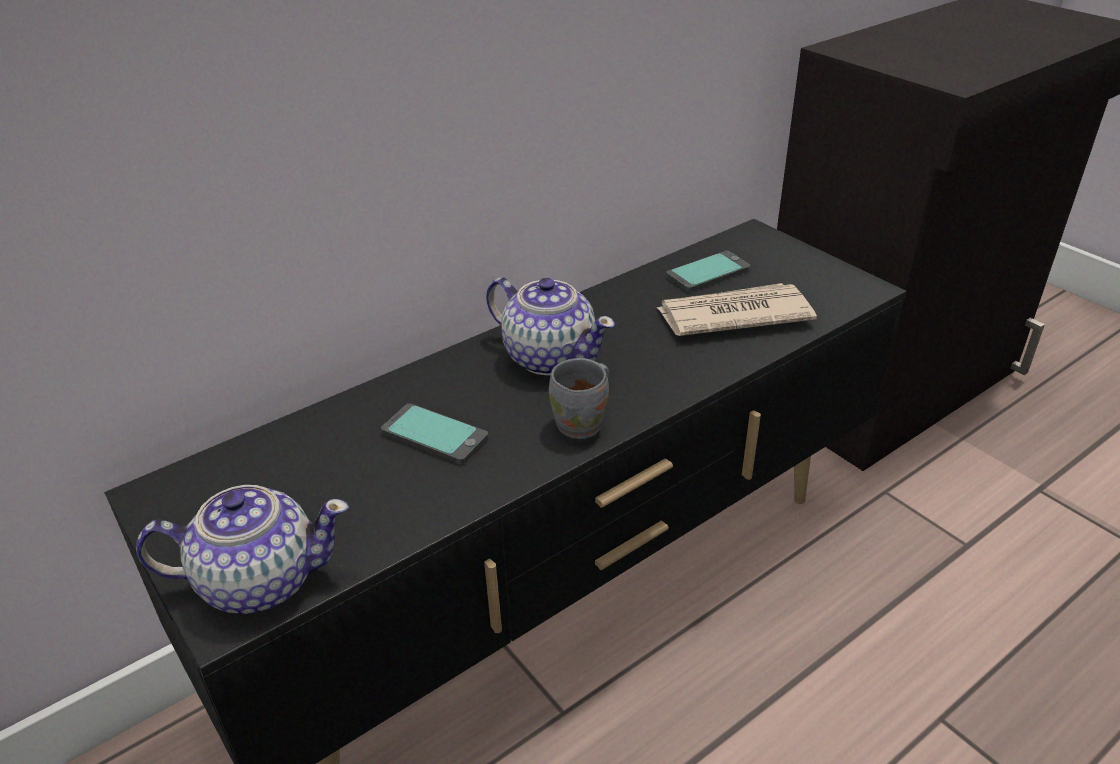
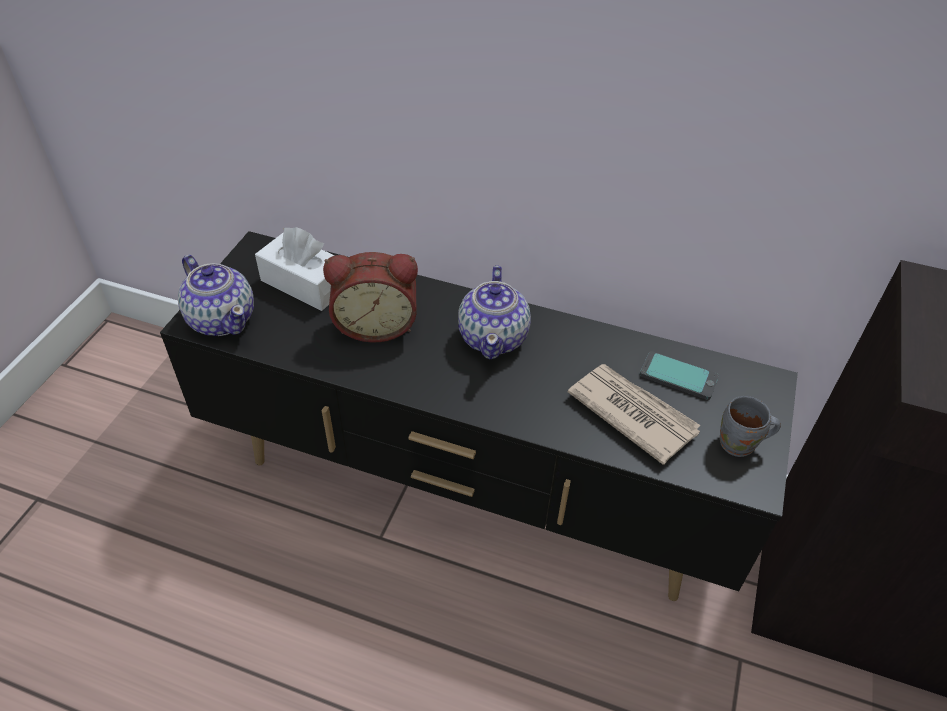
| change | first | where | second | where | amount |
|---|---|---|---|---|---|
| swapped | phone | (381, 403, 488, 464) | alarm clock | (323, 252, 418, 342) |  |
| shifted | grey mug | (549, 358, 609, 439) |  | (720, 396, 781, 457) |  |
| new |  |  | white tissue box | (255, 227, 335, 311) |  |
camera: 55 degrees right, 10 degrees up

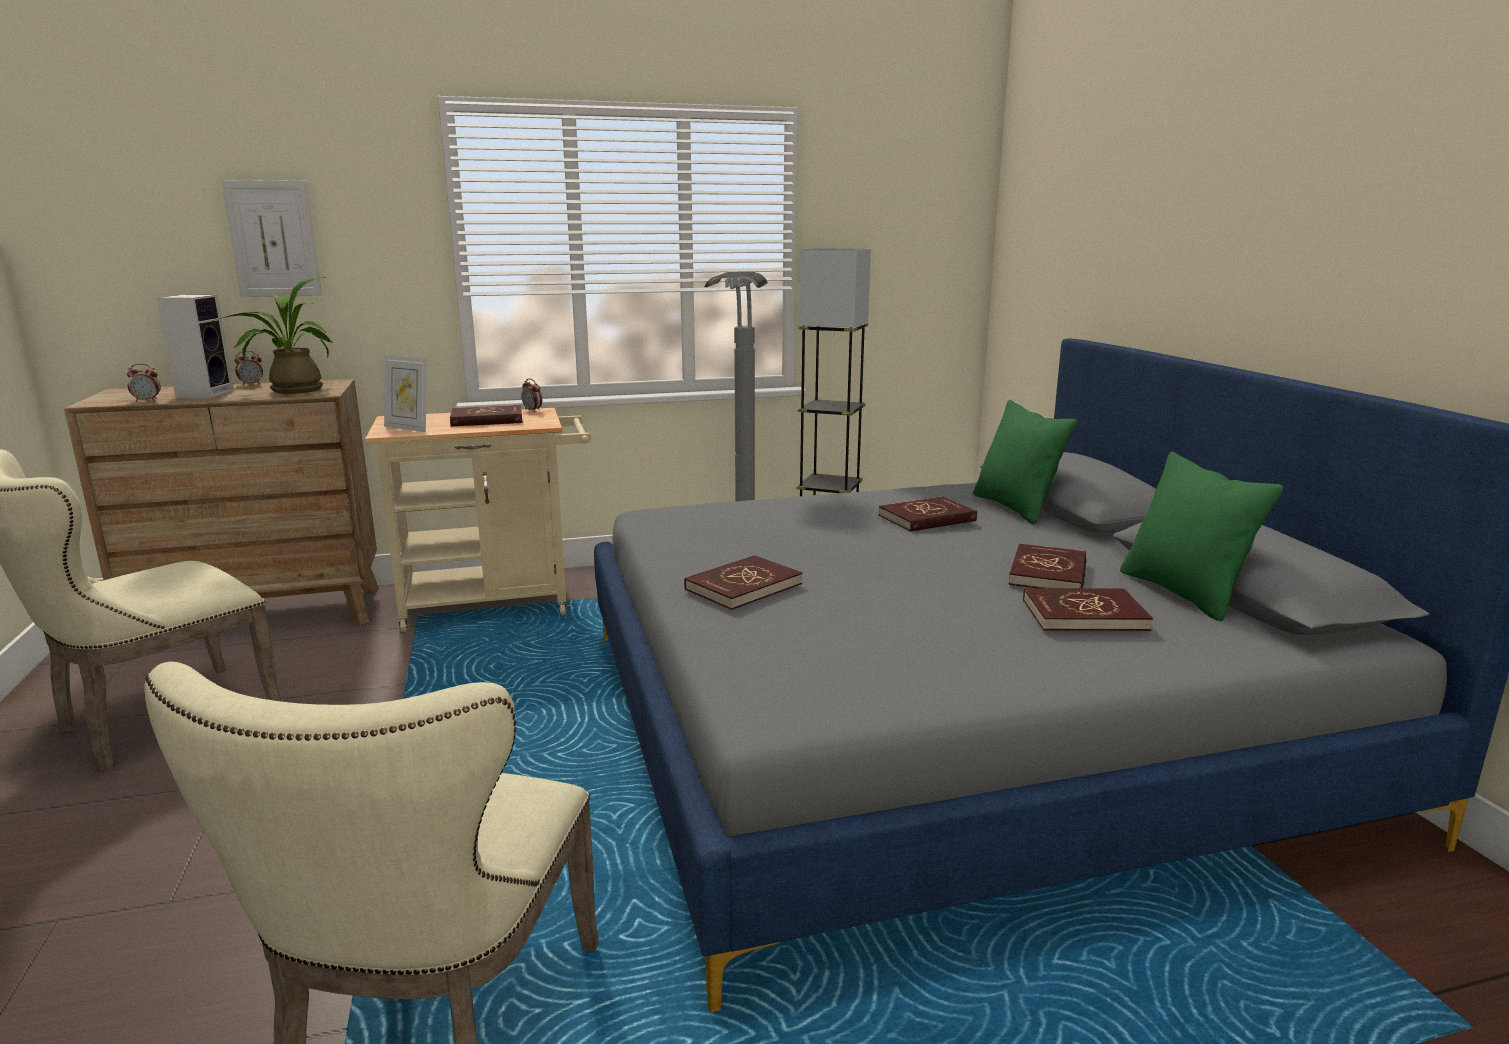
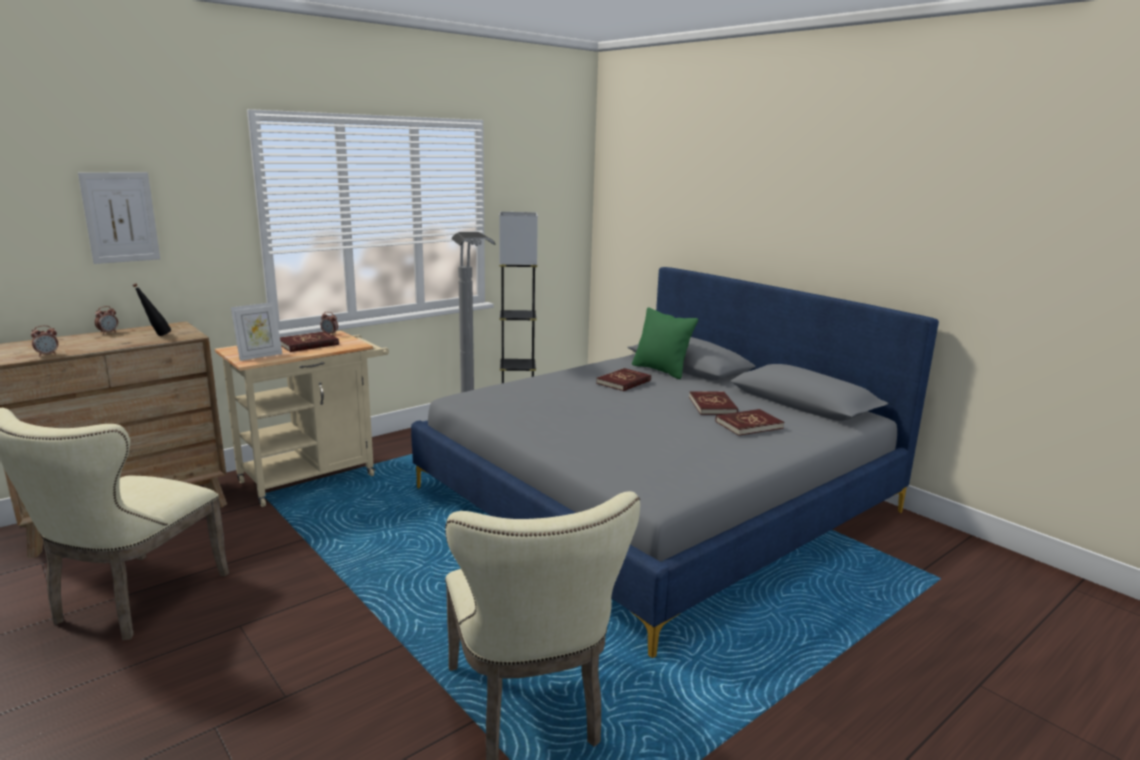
| change | first | where | second | where | amount |
|---|---|---|---|---|---|
| gone | speaker | (157, 295, 234, 398) |  |  |  |
| swapped | potted plant | (212, 277, 334, 394) | black bottle | (133, 283, 171, 336) |  |
| rotated | picture frame | (384, 355, 427, 432) |  | (231, 302, 282, 361) | 45 degrees counterclockwise |
| gone | red book | (684, 555, 803, 610) |  |  |  |
| gone | green pillow | (1120, 452, 1283, 621) |  |  |  |
camera: 25 degrees left, 0 degrees up

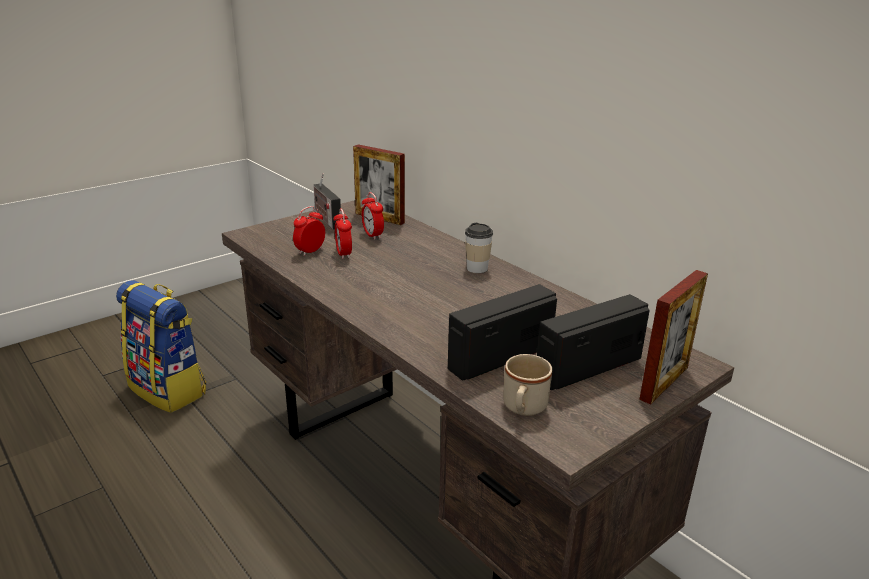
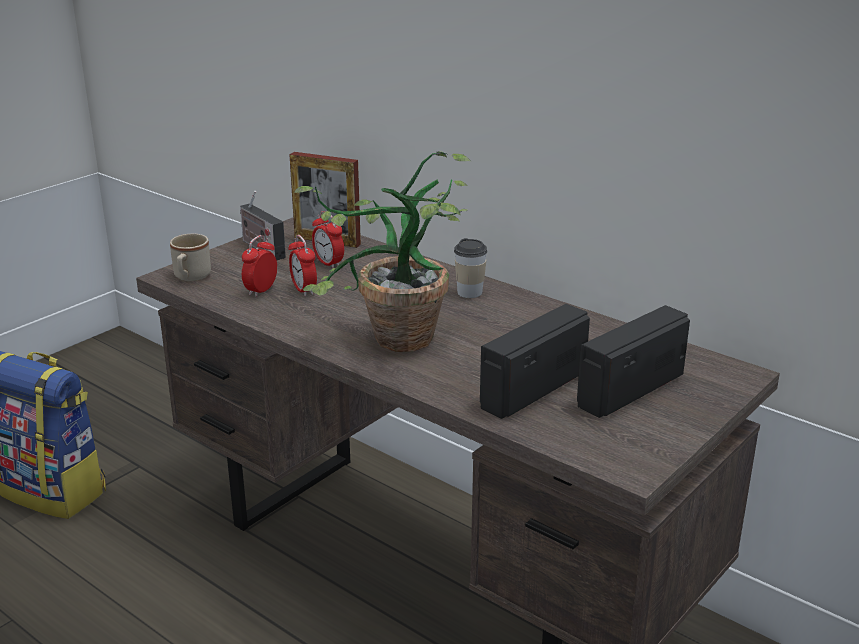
| change | first | where | second | where | amount |
|---|---|---|---|---|---|
| shifted | beige mug | (503, 354, 552, 416) |  | (170, 234, 211, 281) |  |
| gone | picture frame | (639, 270, 708, 404) |  |  |  |
| new |  |  | potted plant | (294, 151, 472, 352) |  |
camera: 10 degrees left, 0 degrees up

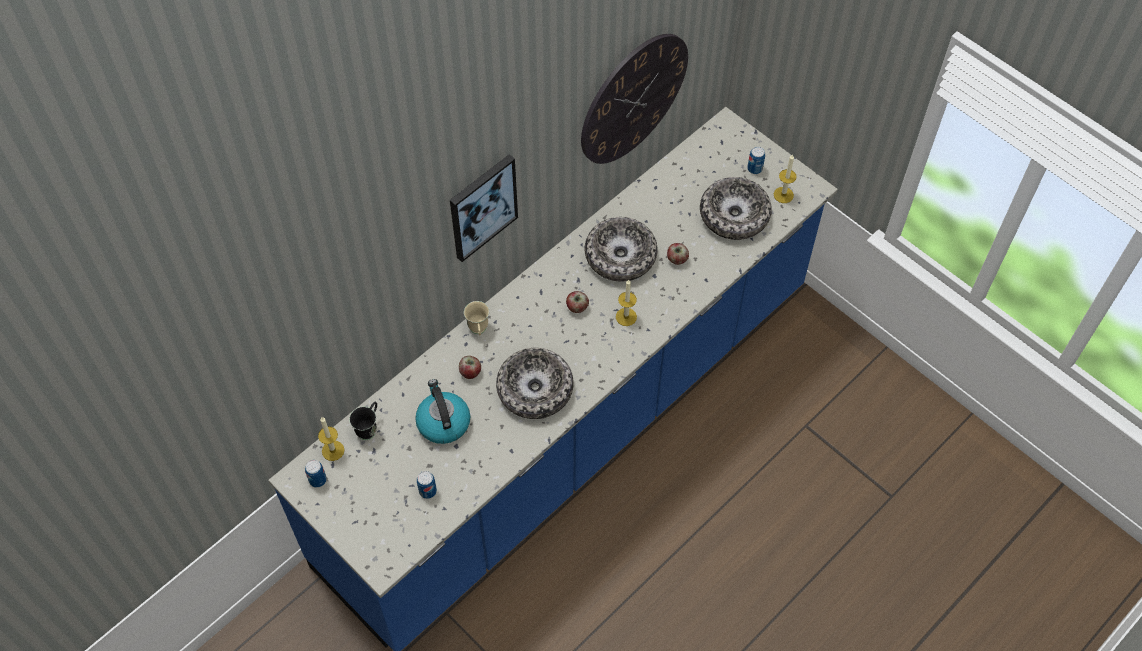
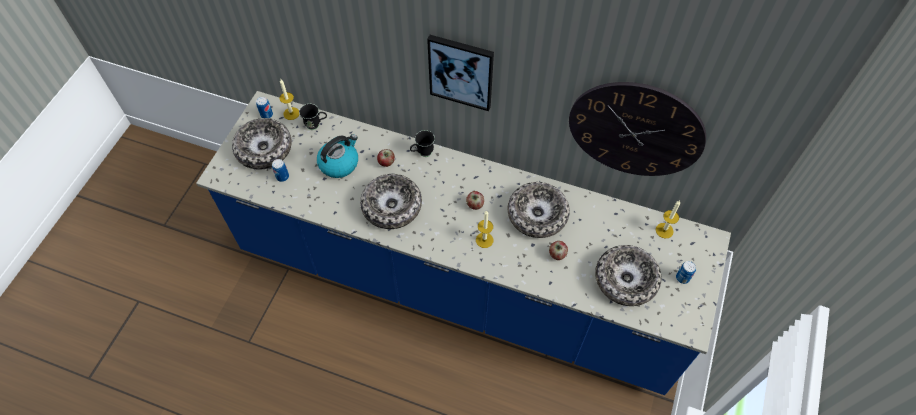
| change | first | where | second | where | amount |
|---|---|---|---|---|---|
| repainted | beige mug | (464, 301, 489, 335) | black mug | (410, 130, 435, 157) |  |
| shifted | candle | (774, 154, 797, 203) |  | (656, 200, 680, 238) |  |
| new |  |  | bowl | (232, 118, 292, 170) |  |
camera: 65 degrees right, 0 degrees up

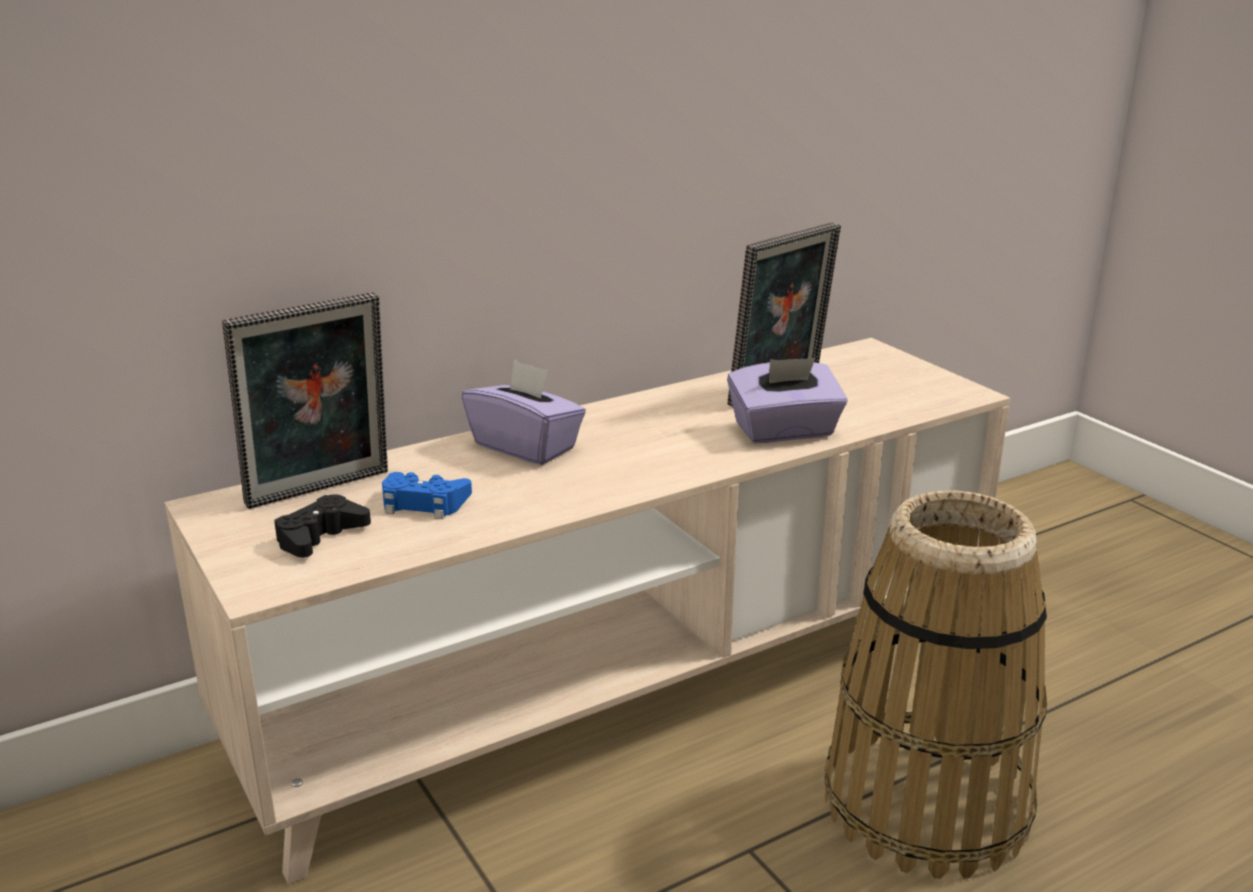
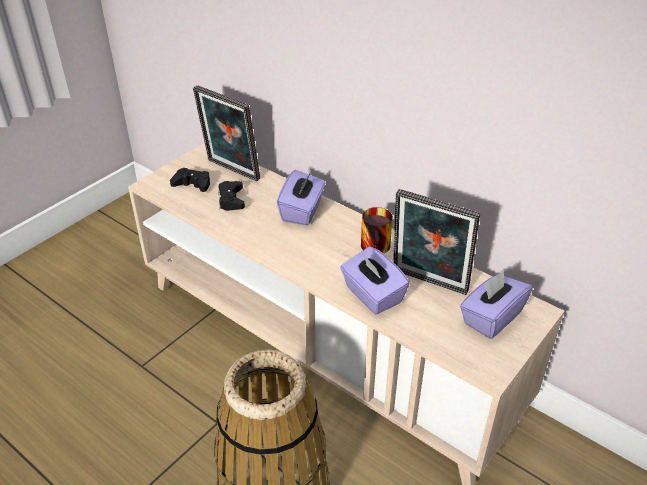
| change | first | where | second | where | amount |
|---|---|---|---|---|---|
| repainted | blue game controller | (382, 472, 472, 519) | black game controller | (218, 181, 245, 211) |  |
| new |  |  | mug | (361, 207, 393, 254) |  |
| new |  |  | purple tissue box | (460, 271, 533, 339) |  |
camera: 70 degrees right, 15 degrees up

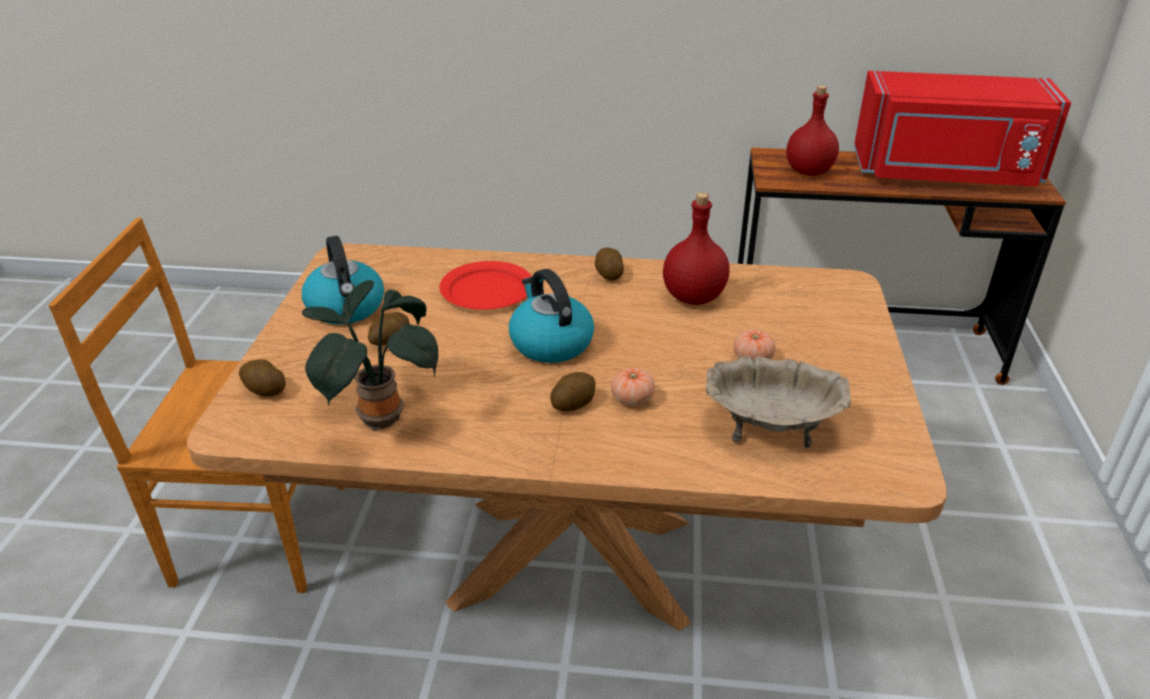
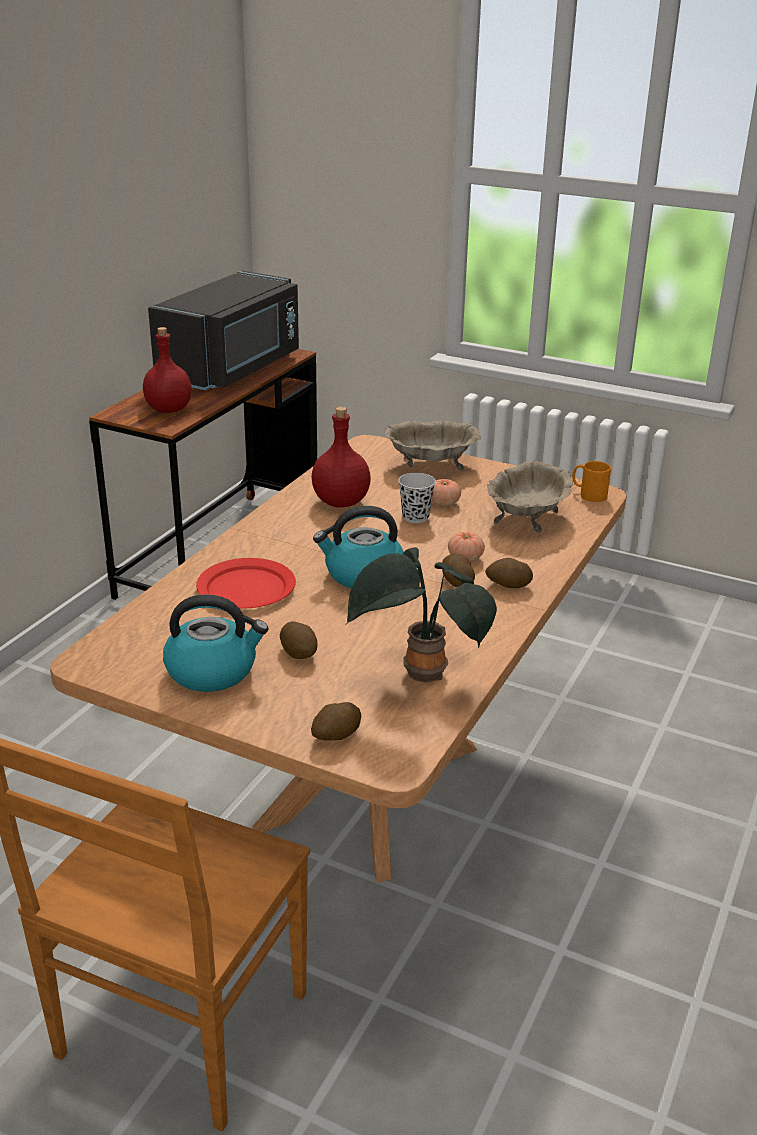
| change | first | where | second | where | amount |
|---|---|---|---|---|---|
| shifted | potato | (595, 247, 624, 281) |  | (485, 558, 533, 588) |  |
| repainted | red microwave | (854, 71, 1071, 187) | black microwave | (148, 271, 299, 390) |  |
| new |  |  | beige bowl | (385, 421, 481, 471) |  |
| new |  |  | black cup | (398, 473, 436, 523) |  |
| new |  |  | orange mug | (572, 461, 611, 502) |  |
camera: 70 degrees left, 5 degrees down

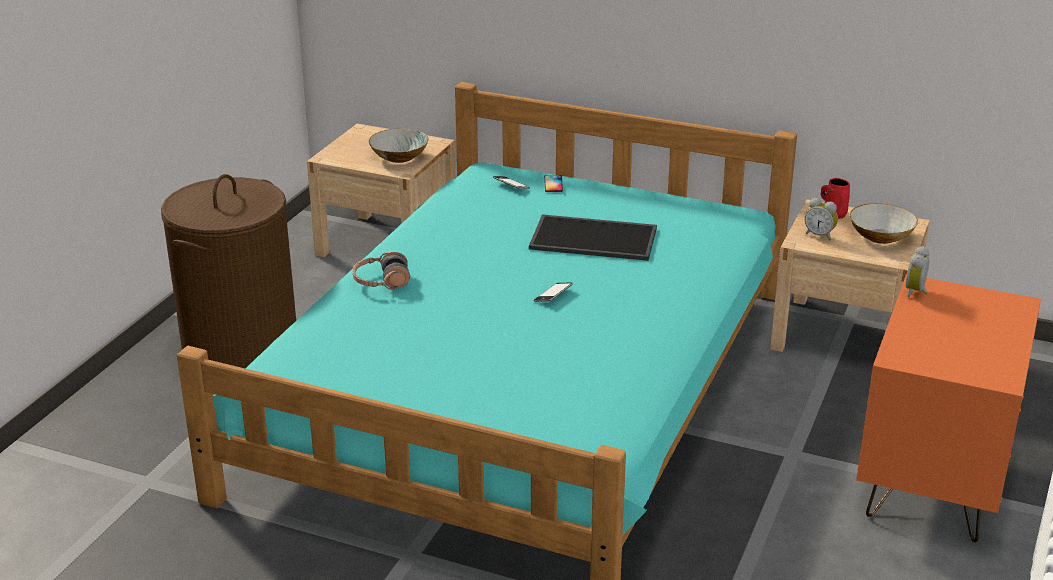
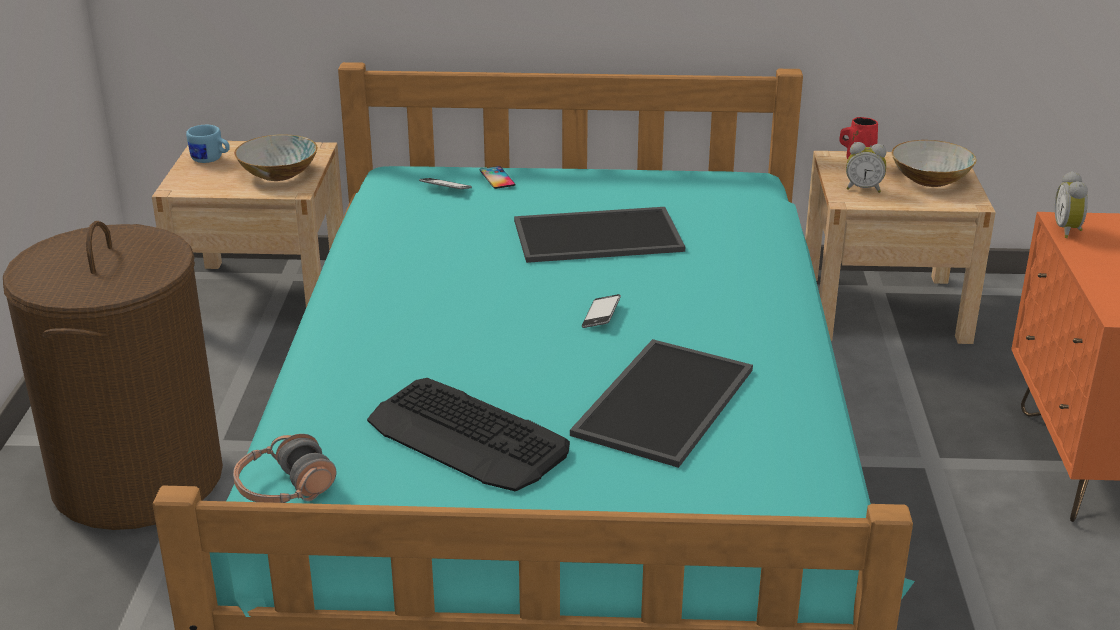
| change | first | where | second | where | amount |
|---|---|---|---|---|---|
| shifted | headphones | (352, 252, 410, 290) |  | (233, 434, 336, 503) |  |
| new |  |  | blue mug | (186, 125, 230, 163) |  |
| new |  |  | keyboard | (367, 378, 570, 492) |  |
| new |  |  | tray | (570, 339, 753, 468) |  |
camera: 20 degrees left, 0 degrees up

